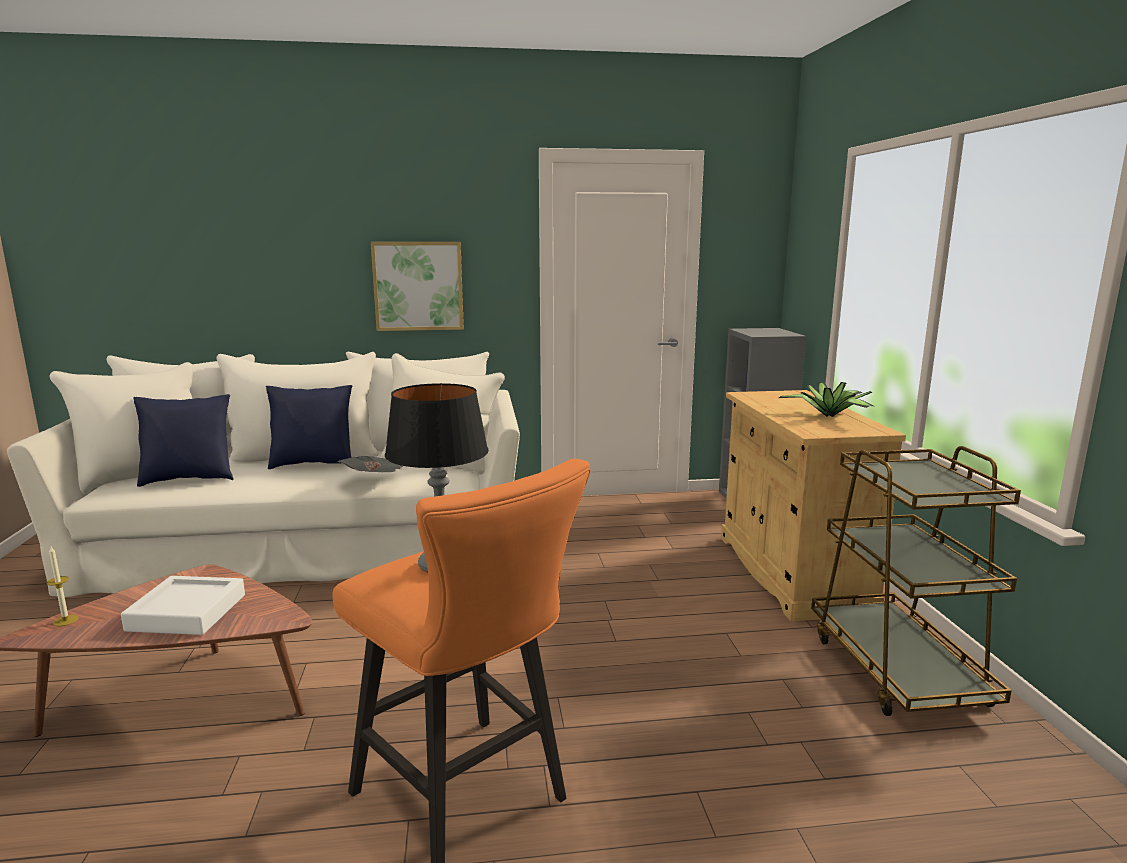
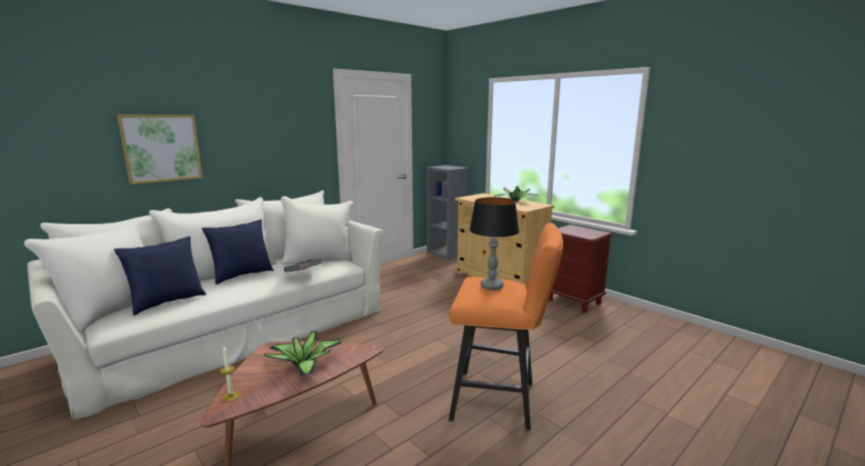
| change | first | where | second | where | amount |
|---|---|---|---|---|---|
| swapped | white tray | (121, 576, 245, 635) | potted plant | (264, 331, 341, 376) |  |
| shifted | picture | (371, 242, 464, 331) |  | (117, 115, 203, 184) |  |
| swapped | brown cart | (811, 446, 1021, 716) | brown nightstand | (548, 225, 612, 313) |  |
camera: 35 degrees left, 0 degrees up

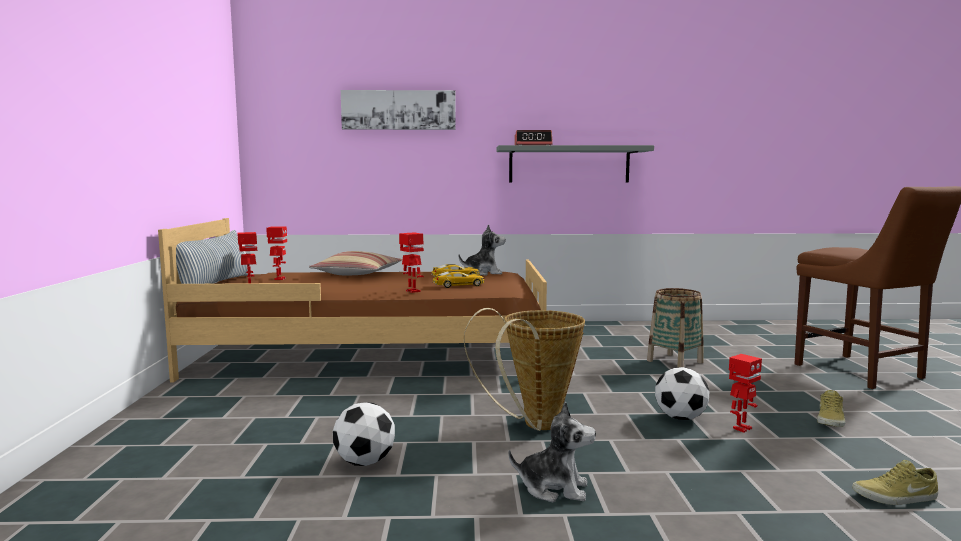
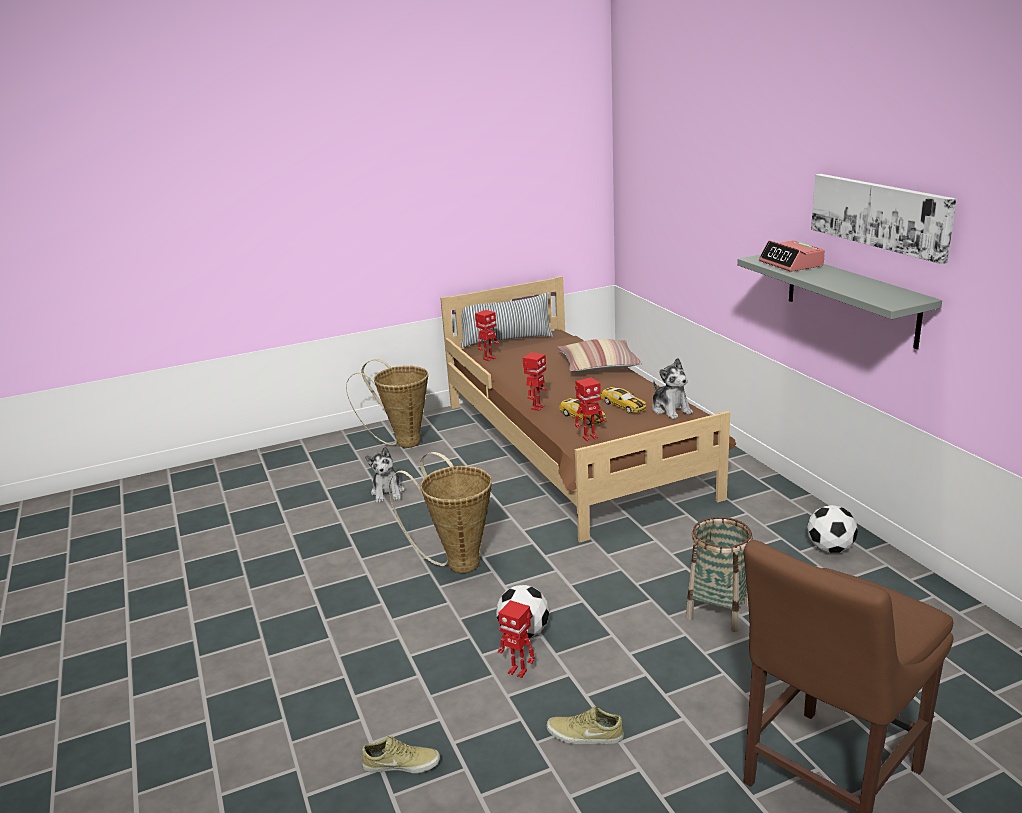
| change | first | where | second | where | amount |
|---|---|---|---|---|---|
| shifted | toy robot | (266, 227, 287, 280) |  | (575, 377, 605, 441) |  |
| shifted | football | (333, 402, 395, 466) |  | (807, 505, 858, 553) |  |
| shifted | picture | (341, 90, 456, 130) |  | (811, 174, 956, 264) |  |
| shifted | plush toy | (508, 401, 596, 502) |  | (365, 447, 405, 503) |  |
| rotated | beige shoe | (852, 460, 938, 505) |  | (362, 736, 440, 773) | 120 degrees clockwise |
| new |  |  | basket | (346, 359, 428, 448) |  |
camera: 70 degrees right, 15 degrees up

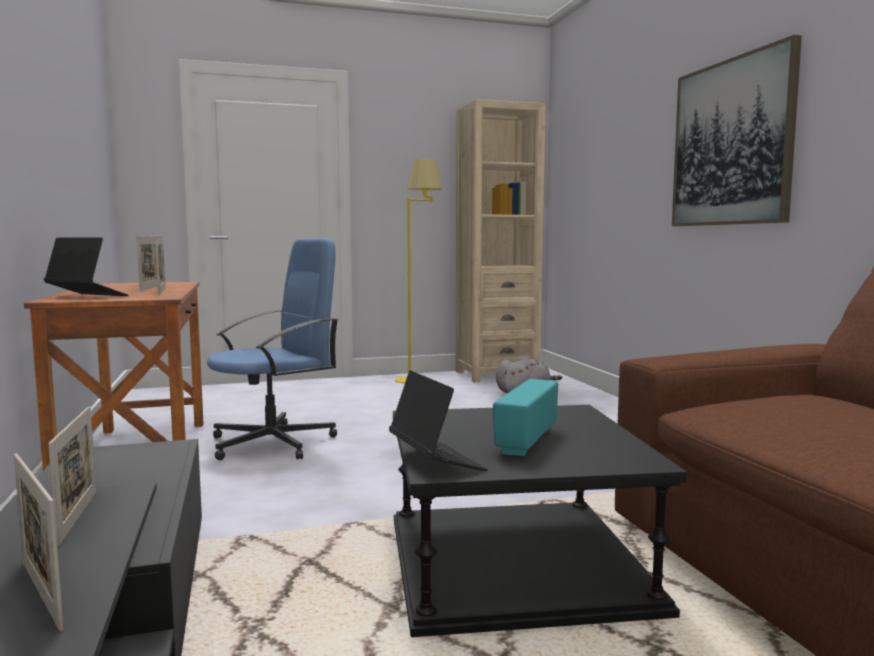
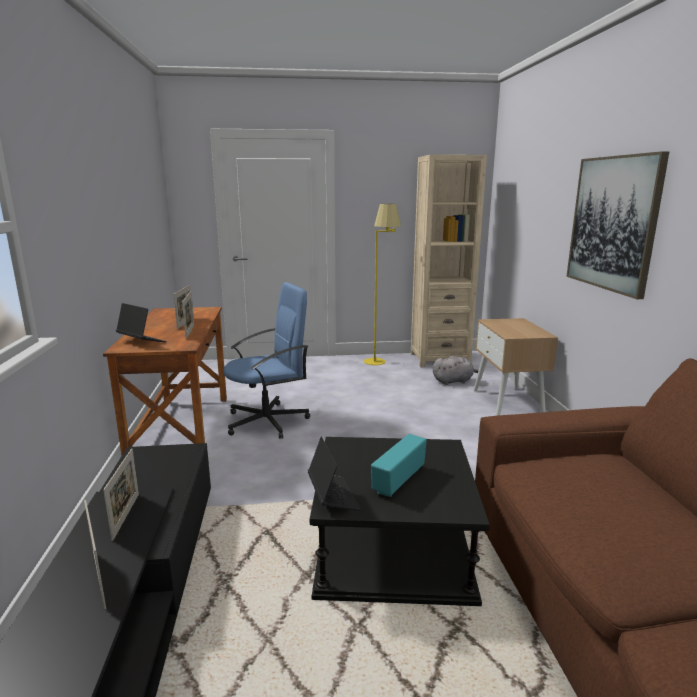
| change | first | where | second | where | amount |
|---|---|---|---|---|---|
| new |  |  | beige nightstand | (473, 318, 558, 416) |  |
camera: 10 degrees right, 10 degrees up

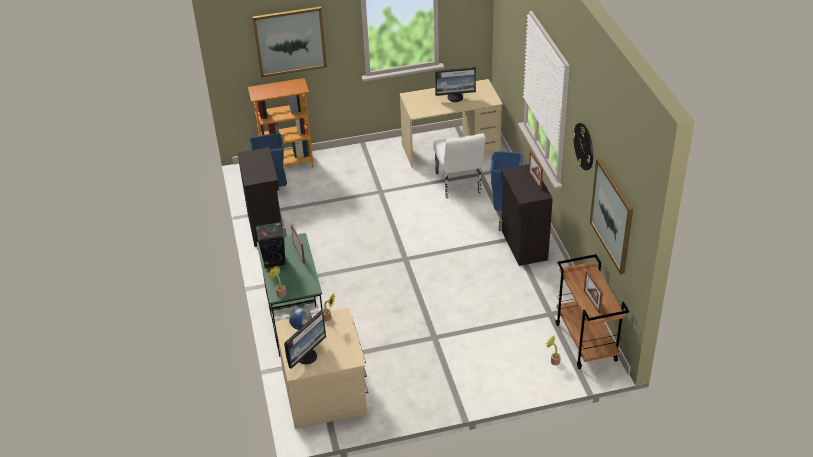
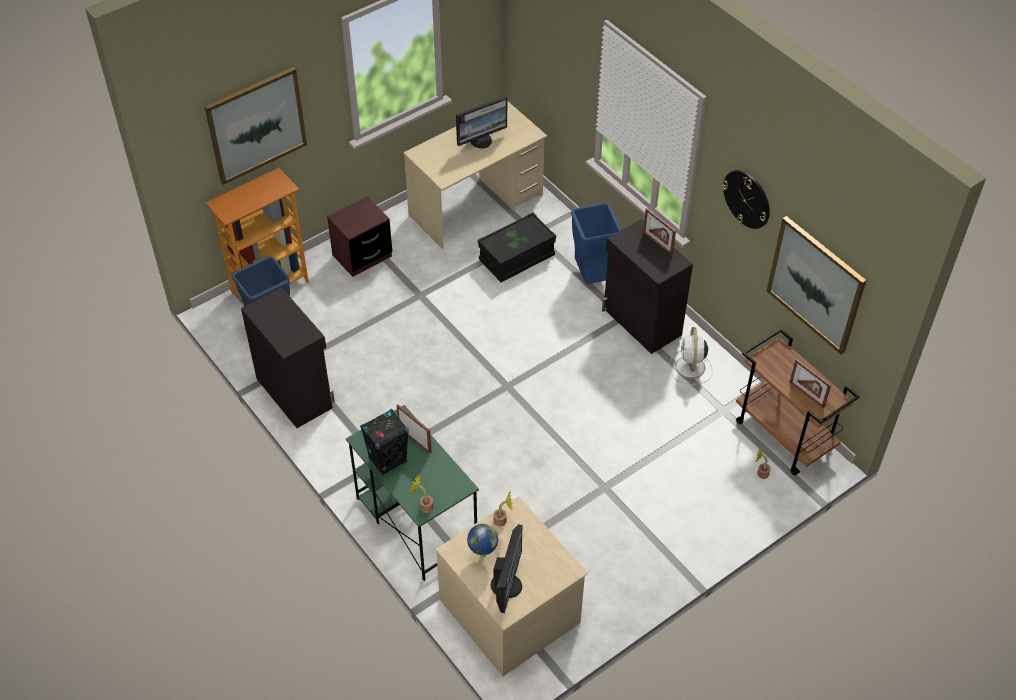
| change | first | where | second | where | amount |
|---|---|---|---|---|---|
| swapped | white chair | (433, 133, 486, 198) | black storage box | (478, 212, 556, 282) |  |
| new |  |  | brown nightstand | (327, 196, 392, 277) |  |
| new |  |  | white fan | (669, 327, 713, 385) |  |
camera: 25 degrees left, 10 degrees up

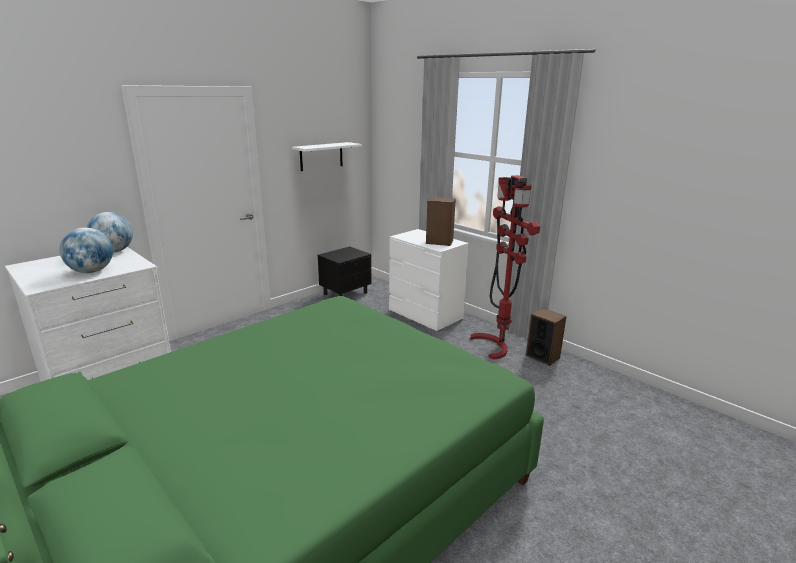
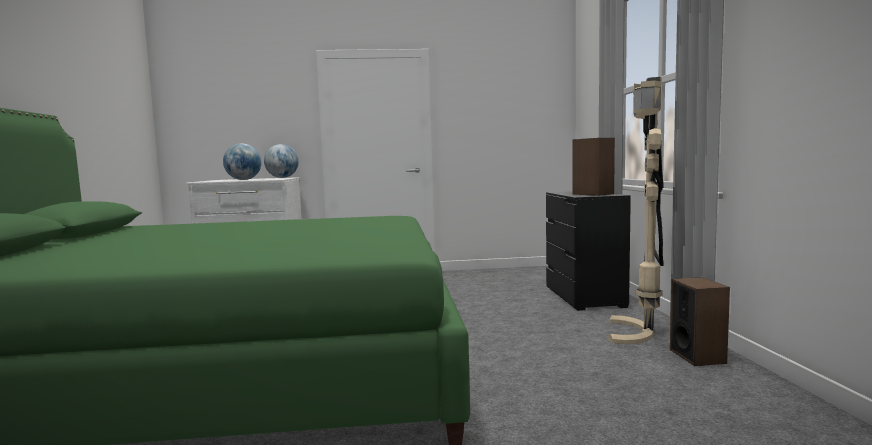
| change | first | where | second | where | amount |
|---|---|---|---|---|---|
| gone | white shelf | (292, 142, 362, 171) |  |  |  |
| gone | black nightstand | (318, 246, 372, 296) |  |  |  |
| repainted | white dresser | (389, 229, 469, 332) | black dresser | (546, 191, 631, 311) |  |
| repainted | red floor lamp | (470, 175, 540, 359) | beige floor lamp | (608, 77, 664, 344) |  |
camera: 40 degrees right, 15 degrees down

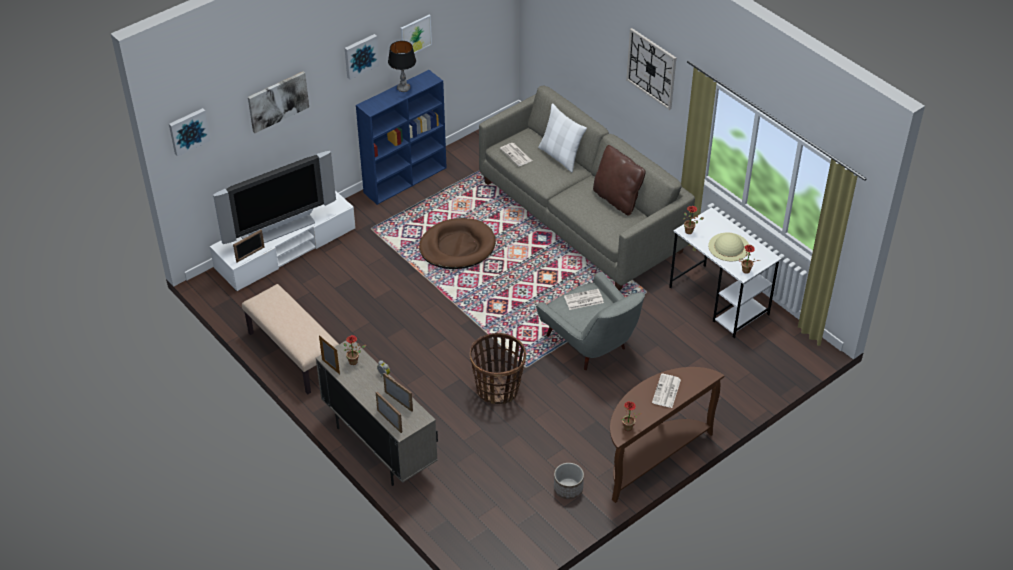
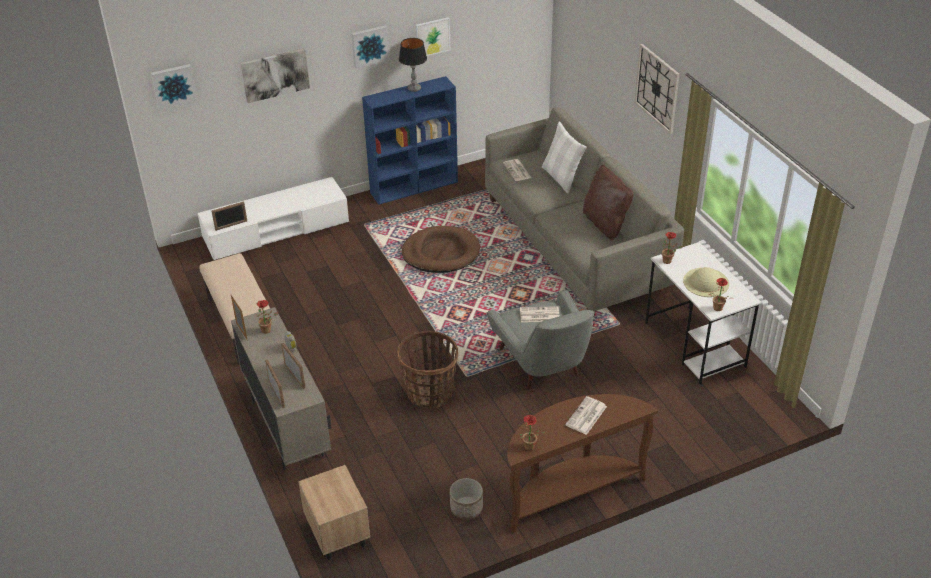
| change | first | where | second | where | amount |
|---|---|---|---|---|---|
| gone | television | (213, 151, 336, 244) |  |  |  |
| new |  |  | beige nightstand | (298, 465, 370, 560) |  |
camera: 15 degrees right, 5 degrees down

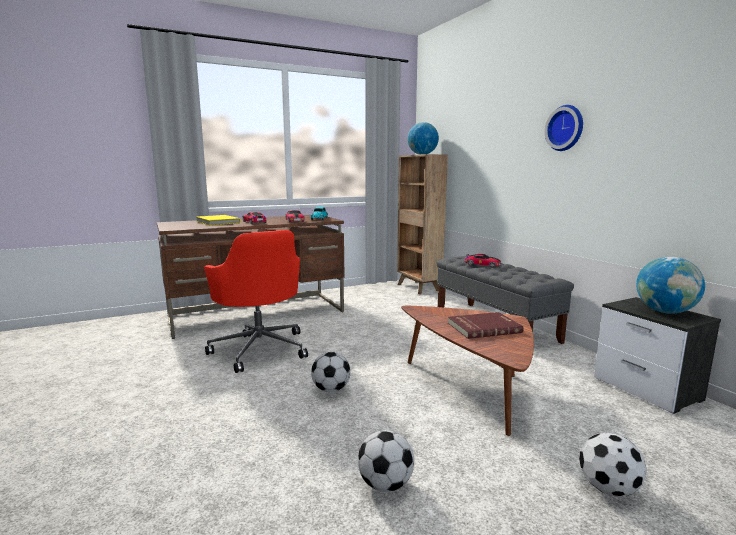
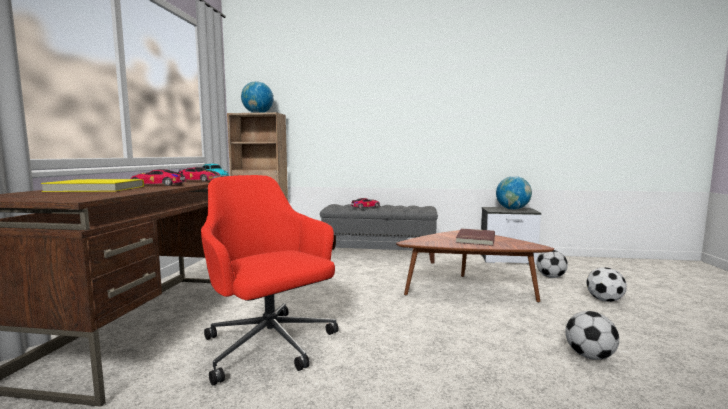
| change | first | where | second | where | amount |
|---|---|---|---|---|---|
| rotated | red office chair | (204, 230, 308, 373) |  | (201, 175, 339, 386) | 135 degrees counterclockwise |
| shifted | football | (311, 352, 351, 392) |  | (536, 250, 568, 278) |  |
| gone | wall clock | (544, 105, 583, 151) |  |  |  |
camera: 55 degrees left, 5 degrees down

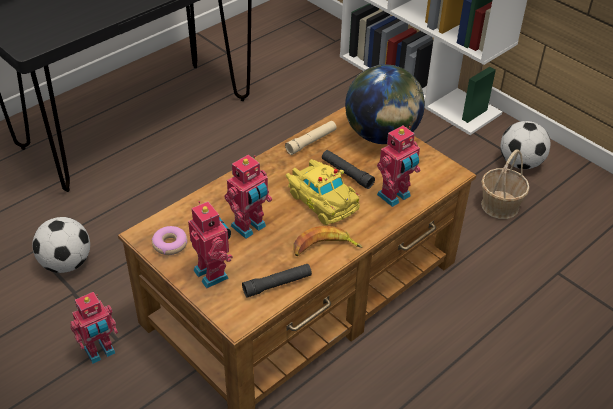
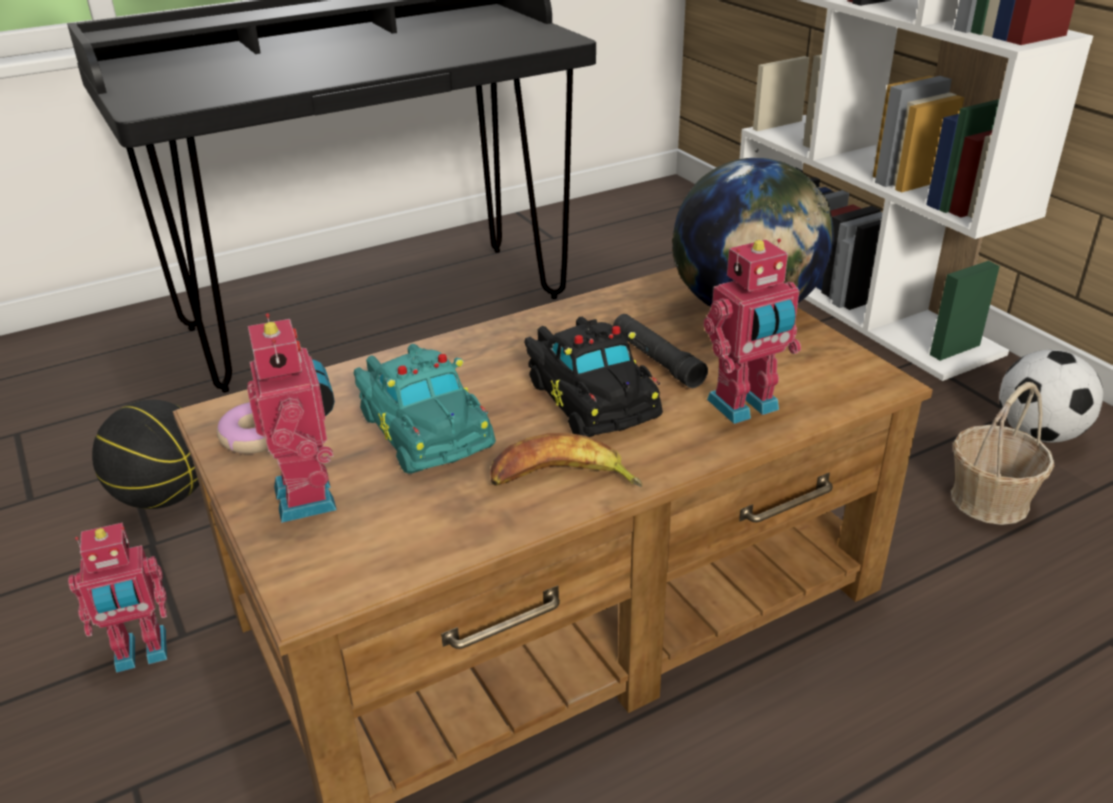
| change | first | where | second | where | amount |
|---|---|---|---|---|---|
| swapped | football | (32, 217, 90, 273) | basketball | (92, 400, 199, 509) |  |
| swapped | toy robot | (225, 155, 272, 239) | turquoise toy car | (354, 344, 496, 474) |  |
| gone | black flashlight | (242, 264, 312, 297) |  |  |  |
| gone | beige flashlight | (285, 121, 337, 155) |  |  |  |
| repainted | yellow toy car | (286, 159, 360, 225) | black toy car | (524, 317, 663, 437) |  |
camera: 15 degrees right, 10 degrees down

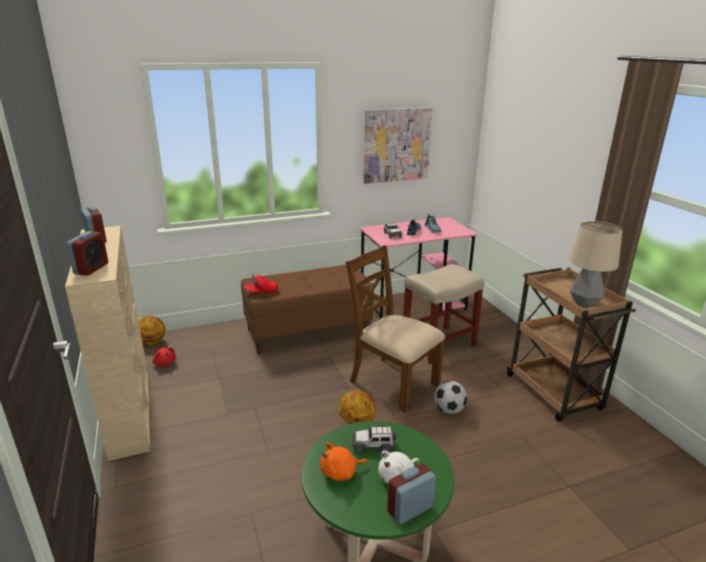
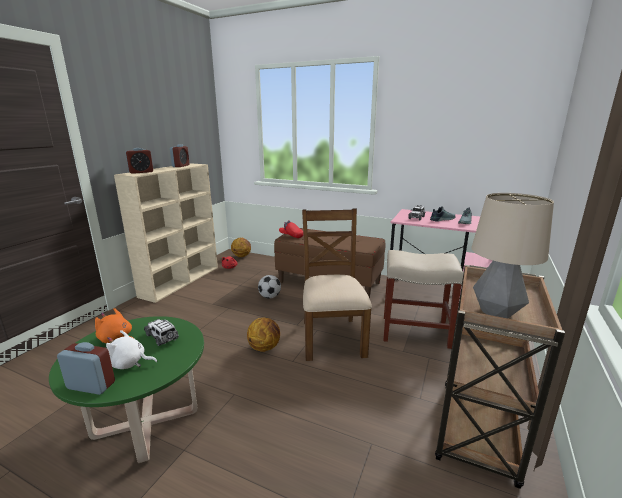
| change | first | where | second | where | amount |
|---|---|---|---|---|---|
| gone | picture | (364, 107, 432, 184) |  |  |  |
| shifted | football | (434, 381, 467, 414) |  | (258, 275, 281, 299) |  |
camera: 45 degrees right, 5 degrees down

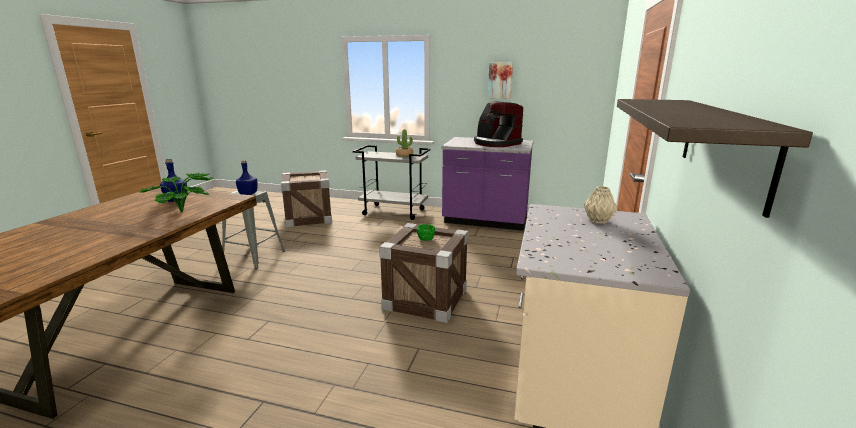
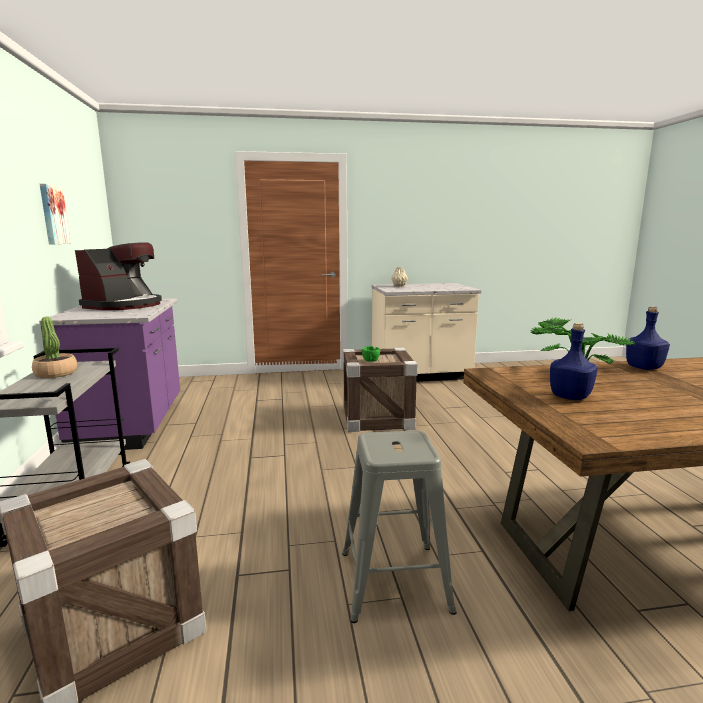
| change | first | where | second | where | amount |
|---|---|---|---|---|---|
| shifted | blue bottle | (236, 160, 257, 195) |  | (626, 306, 670, 370) |  |
| gone | shelf | (617, 99, 813, 218) |  |  |  |
camera: 115 degrees left, 5 degrees down

